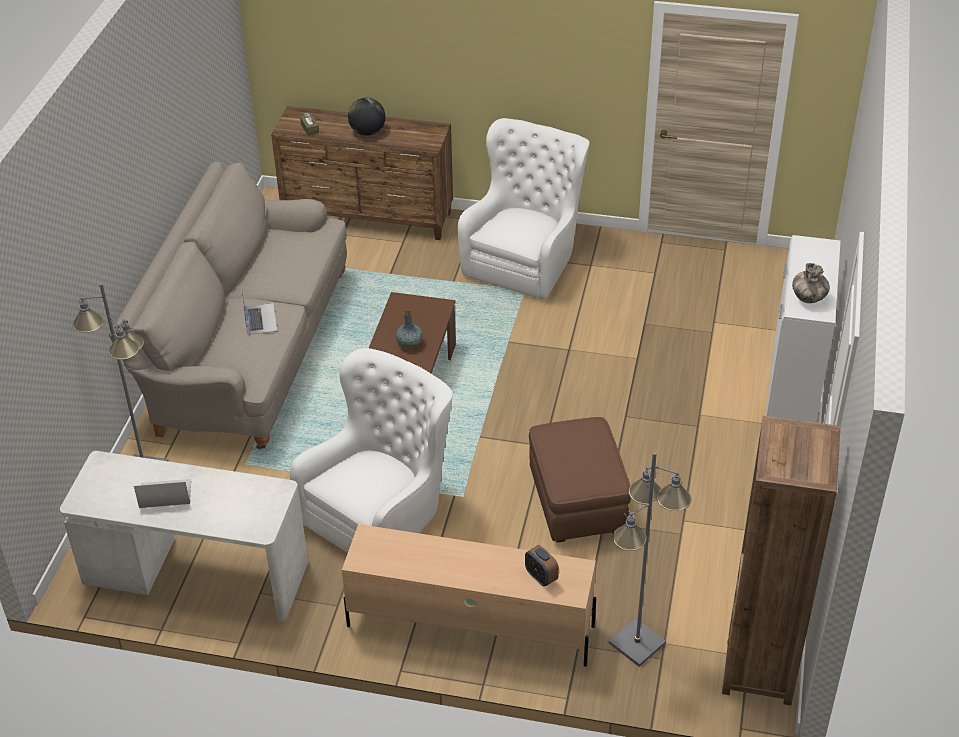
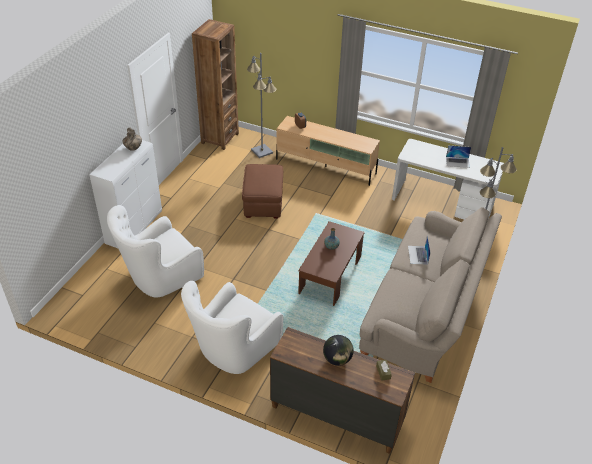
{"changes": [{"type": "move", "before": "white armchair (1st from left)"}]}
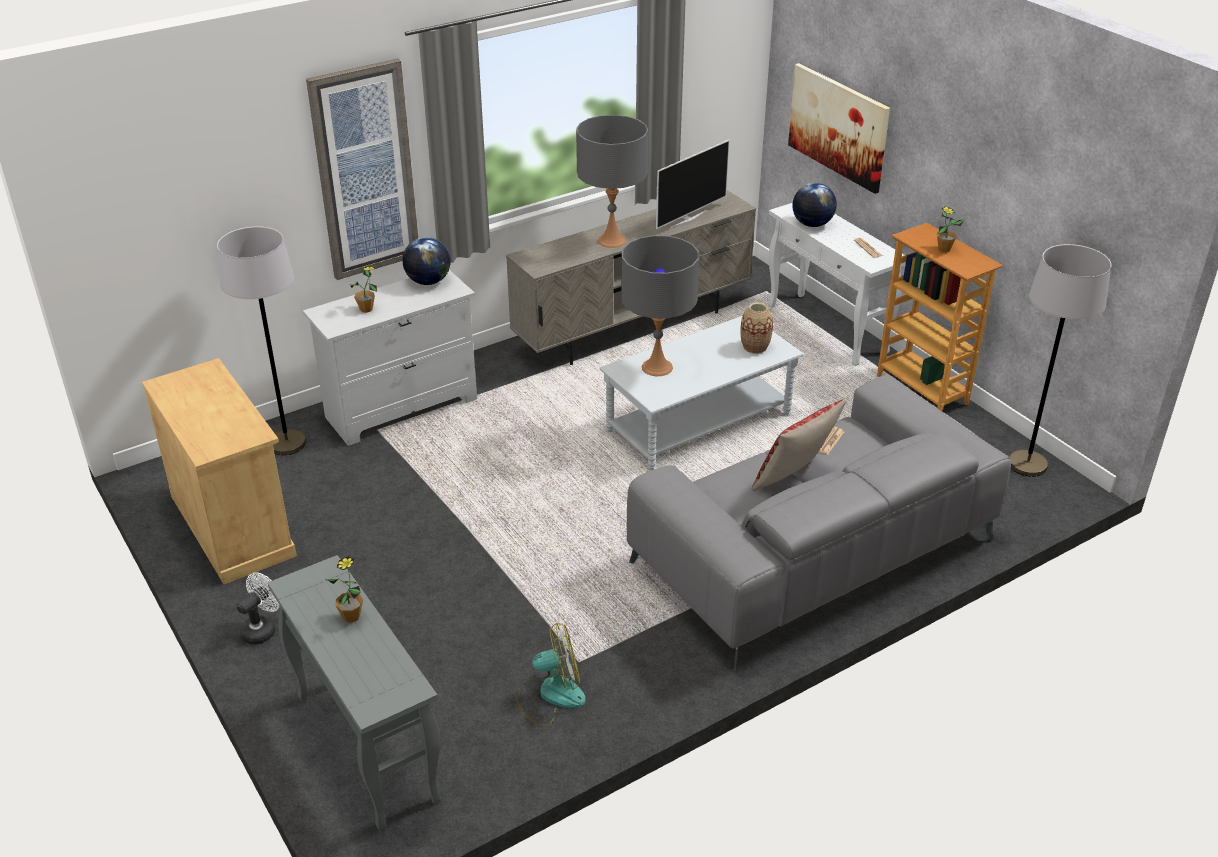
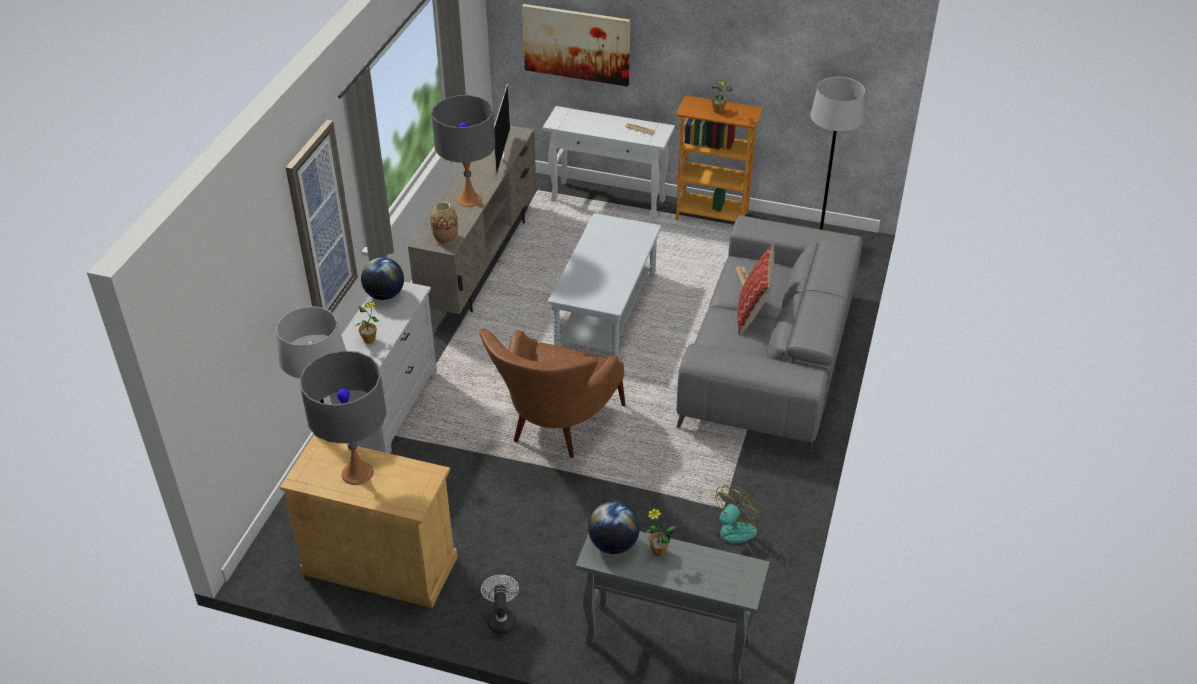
{"changes": [{"type": "move", "before": "grey table lamp (2nd from left in the first image)", "after": "grey table lamp (1st from left)"}, {"type": "move", "before": "vase"}, {"type": "move", "before": "globe (2nd from left)"}, {"type": "insert", "after": "brown armchair"}]}
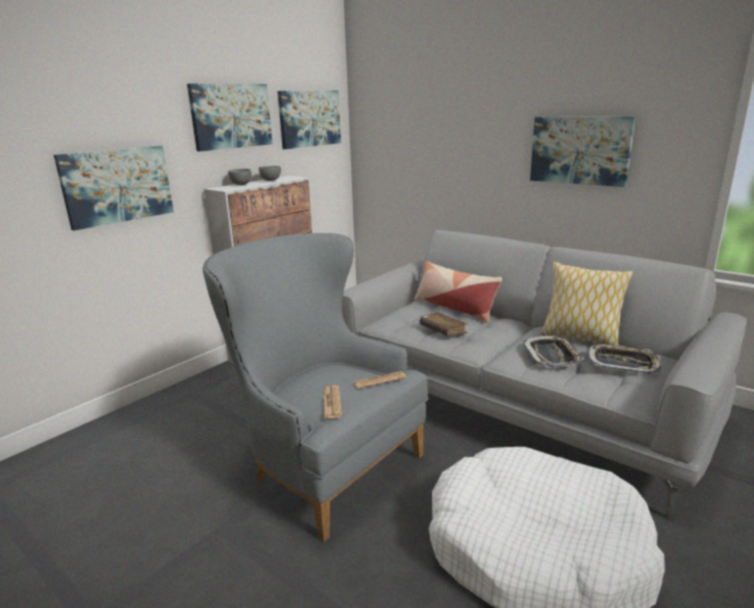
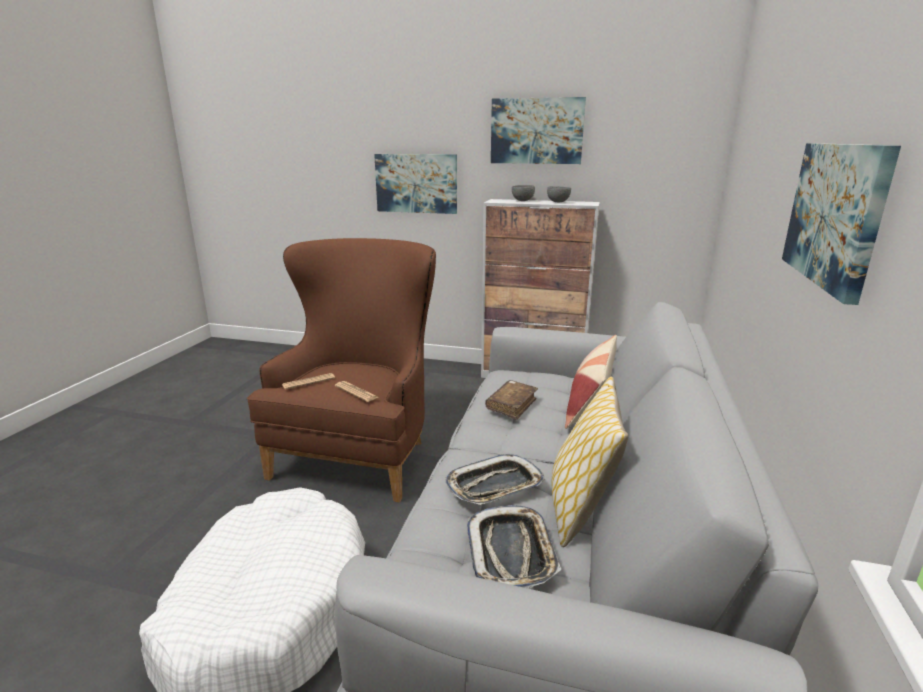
{"changes": [{"type": "recolor", "before": "grey armchair", "after": "brown armchair"}, {"type": "delete", "before": "picture (3rd from left)"}]}
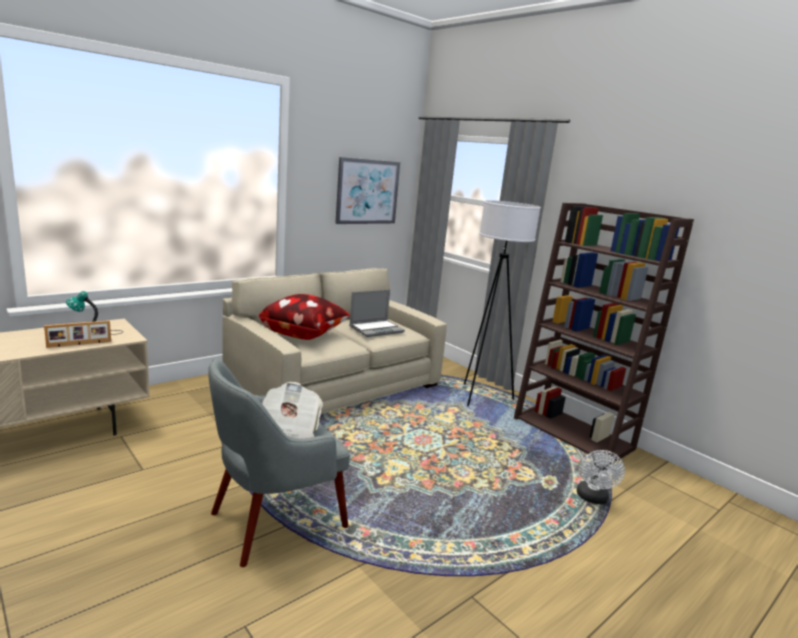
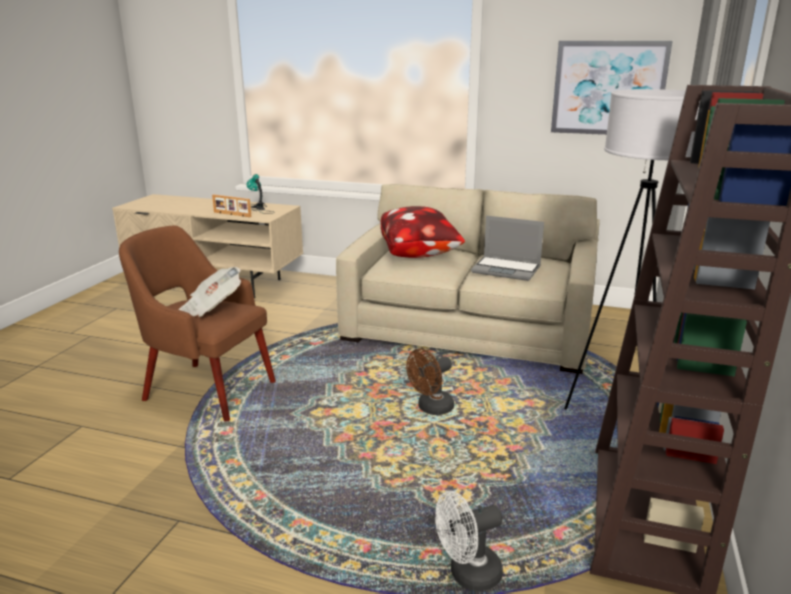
{"changes": [{"type": "recolor", "before": "grey armchair", "after": "brown armchair"}, {"type": "insert", "after": "brown fan"}]}
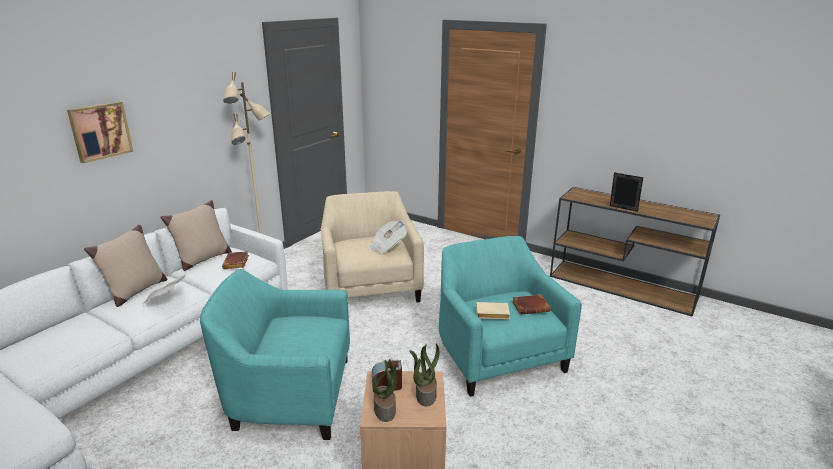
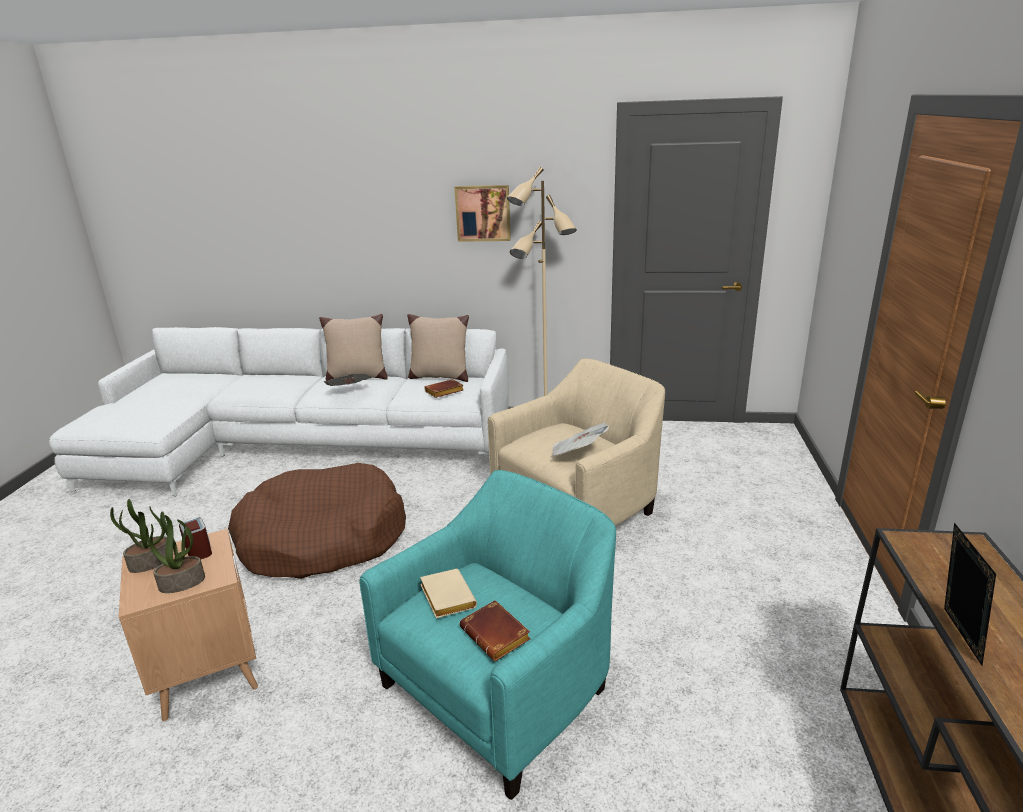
{"changes": [{"type": "move", "before": "picture"}, {"type": "replace", "before": "turquoise armchair (1st from left)", "after": "brown dog bed"}]}
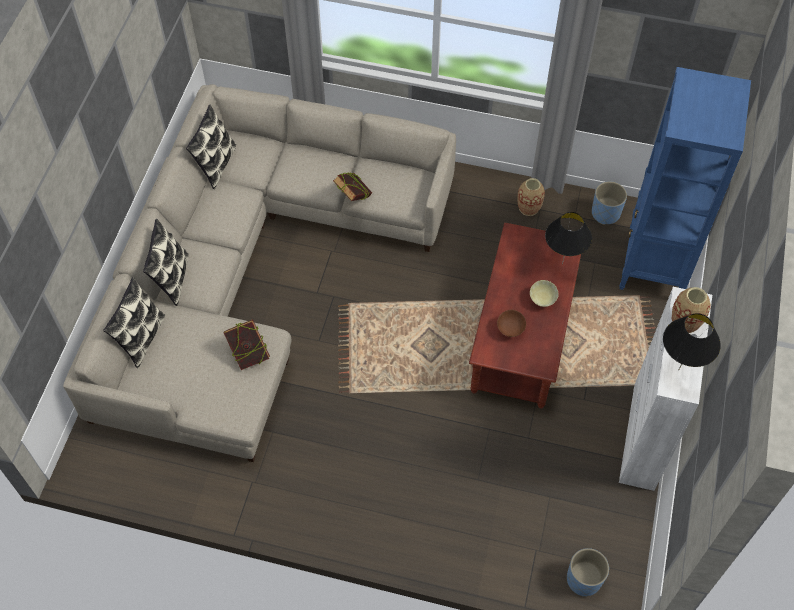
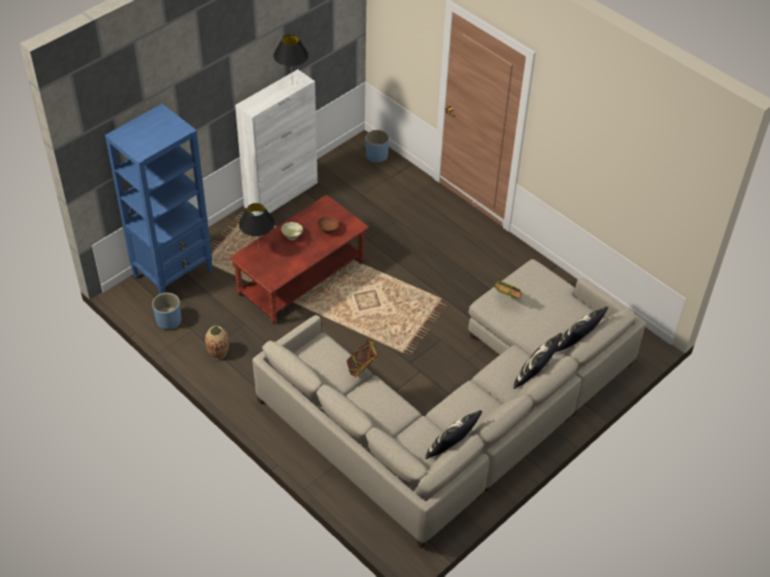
{"changes": [{"type": "delete", "before": "vase (2nd from left)"}]}
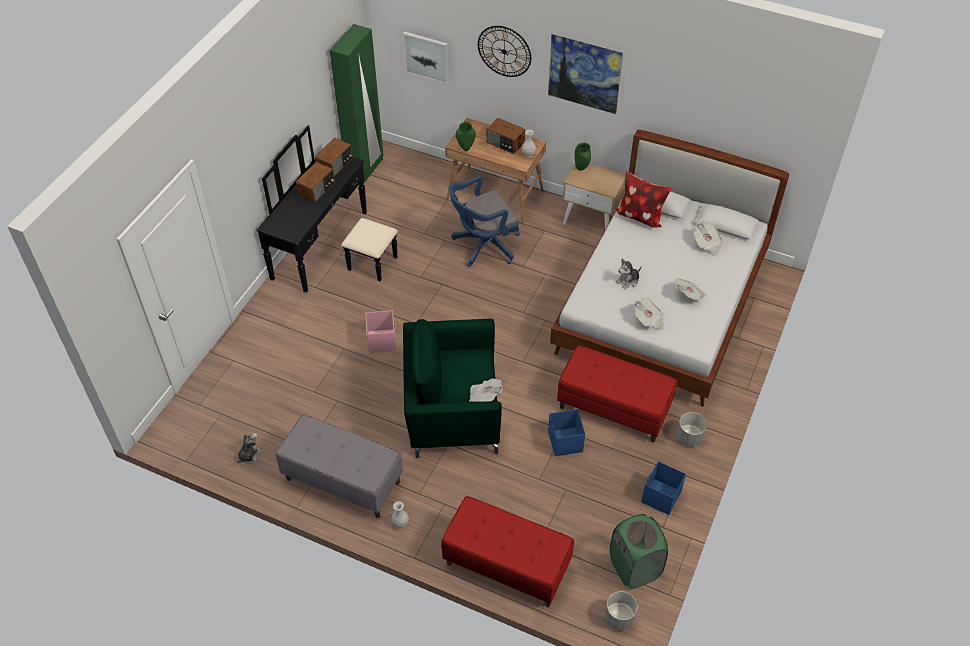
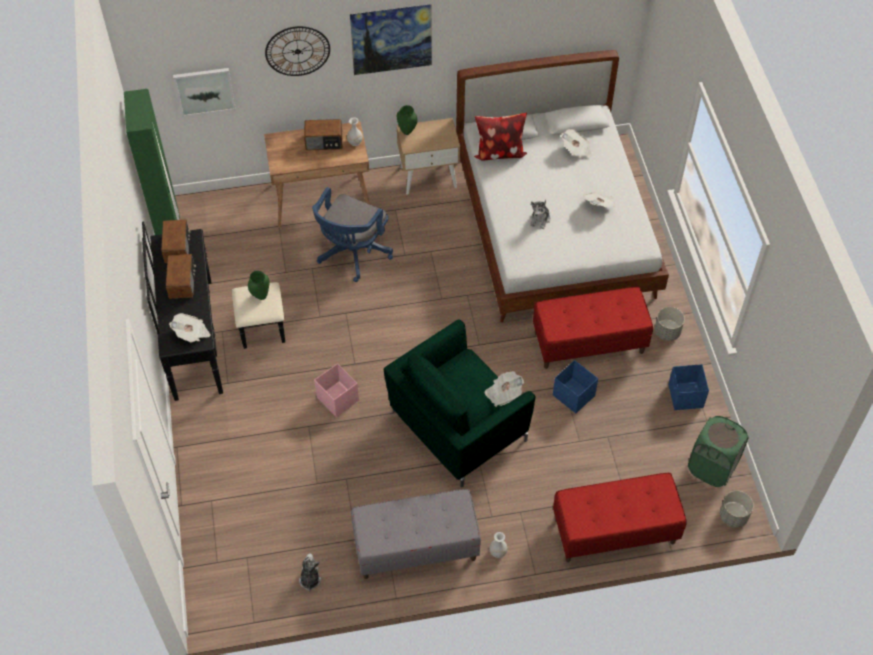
{"changes": [{"type": "move", "before": "green vase (1st from left)"}, {"type": "move", "before": "newspaper (2nd from left in the first image)", "after": "newspaper (1st from left)"}]}
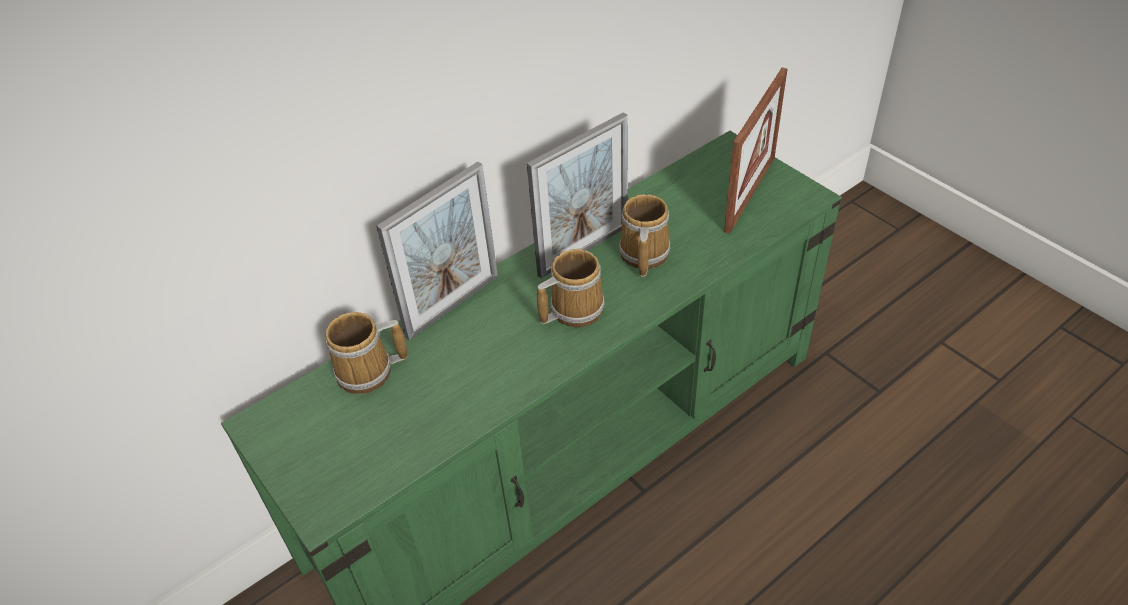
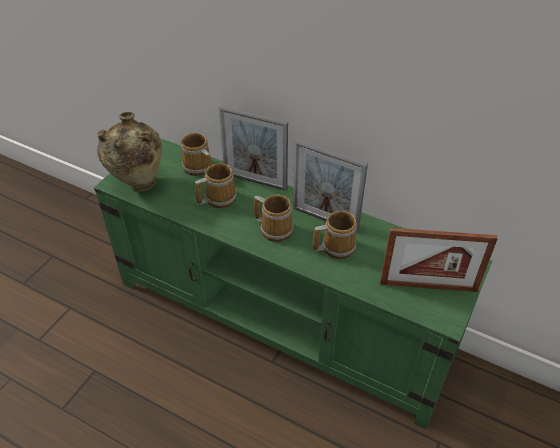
{"changes": [{"type": "insert", "after": "beige vase"}, {"type": "insert", "after": "mug (2nd from left)"}]}
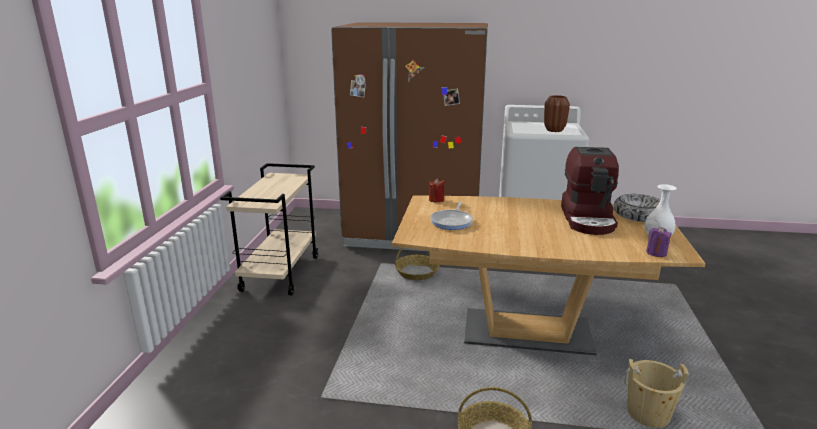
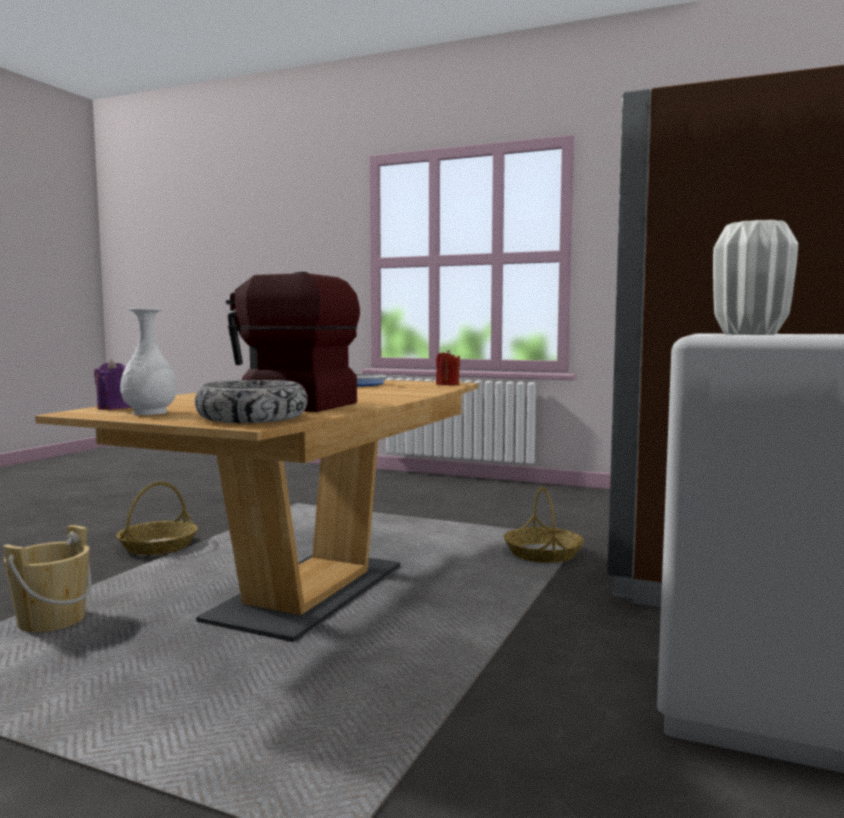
{"changes": [{"type": "delete", "before": "beige cart"}, {"type": "recolor", "before": "brown vase", "after": "white vase (2nd from left)"}]}
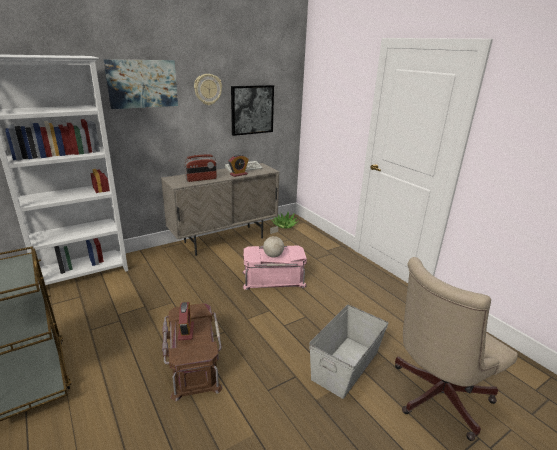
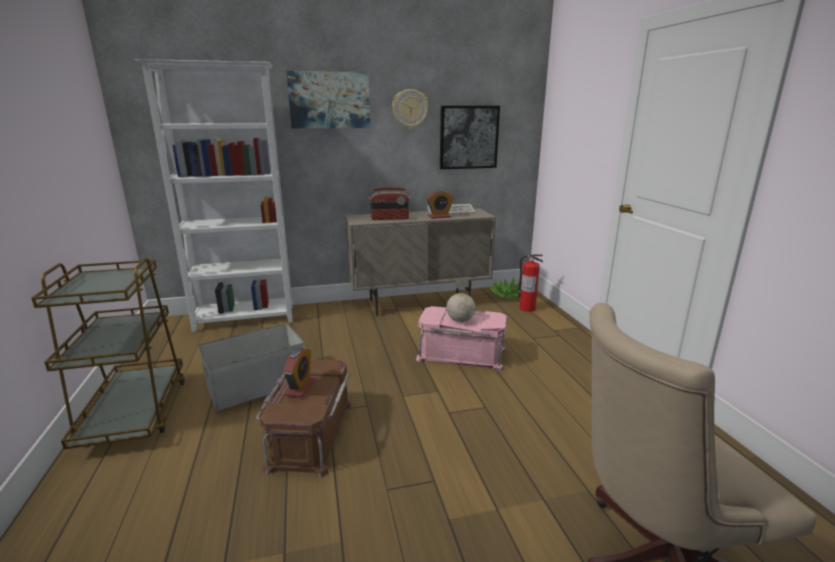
{"changes": [{"type": "move", "before": "grey storage box"}, {"type": "insert", "after": "fire extinguisher"}]}
